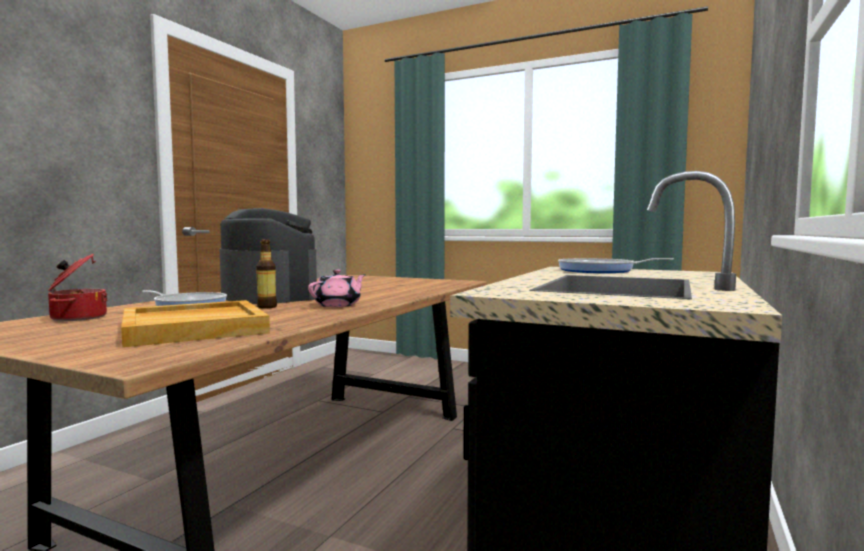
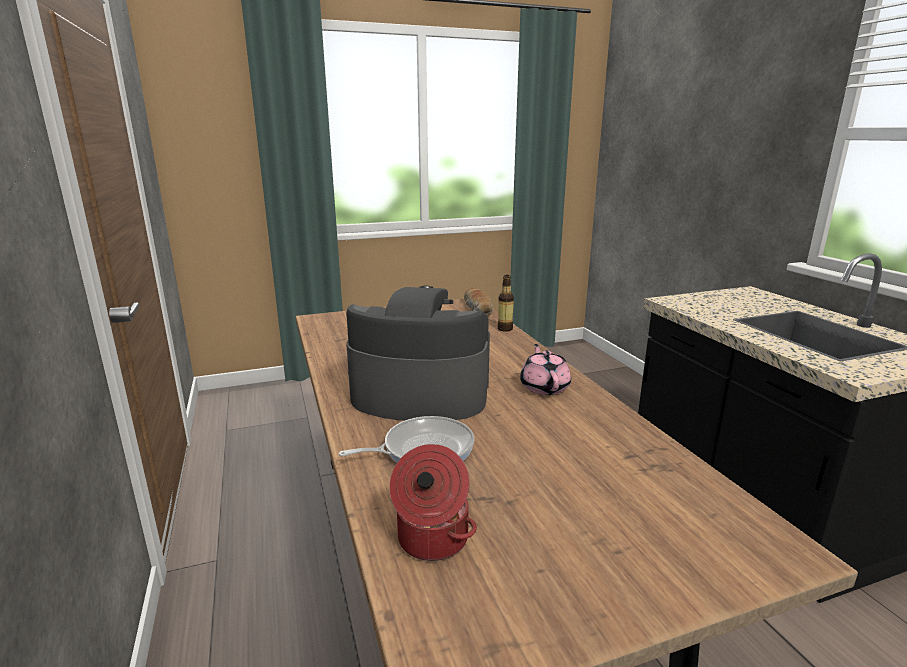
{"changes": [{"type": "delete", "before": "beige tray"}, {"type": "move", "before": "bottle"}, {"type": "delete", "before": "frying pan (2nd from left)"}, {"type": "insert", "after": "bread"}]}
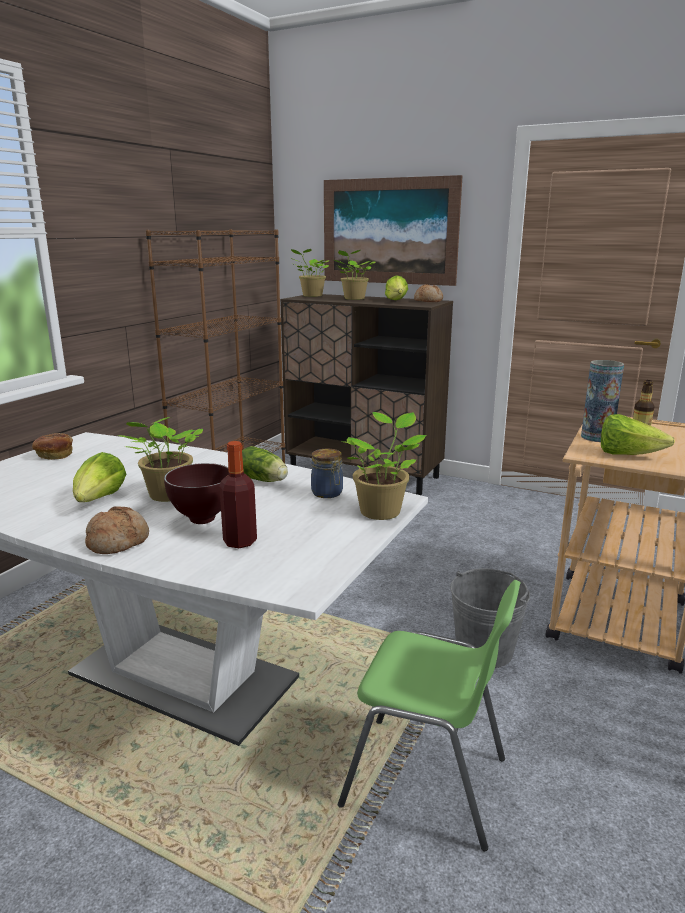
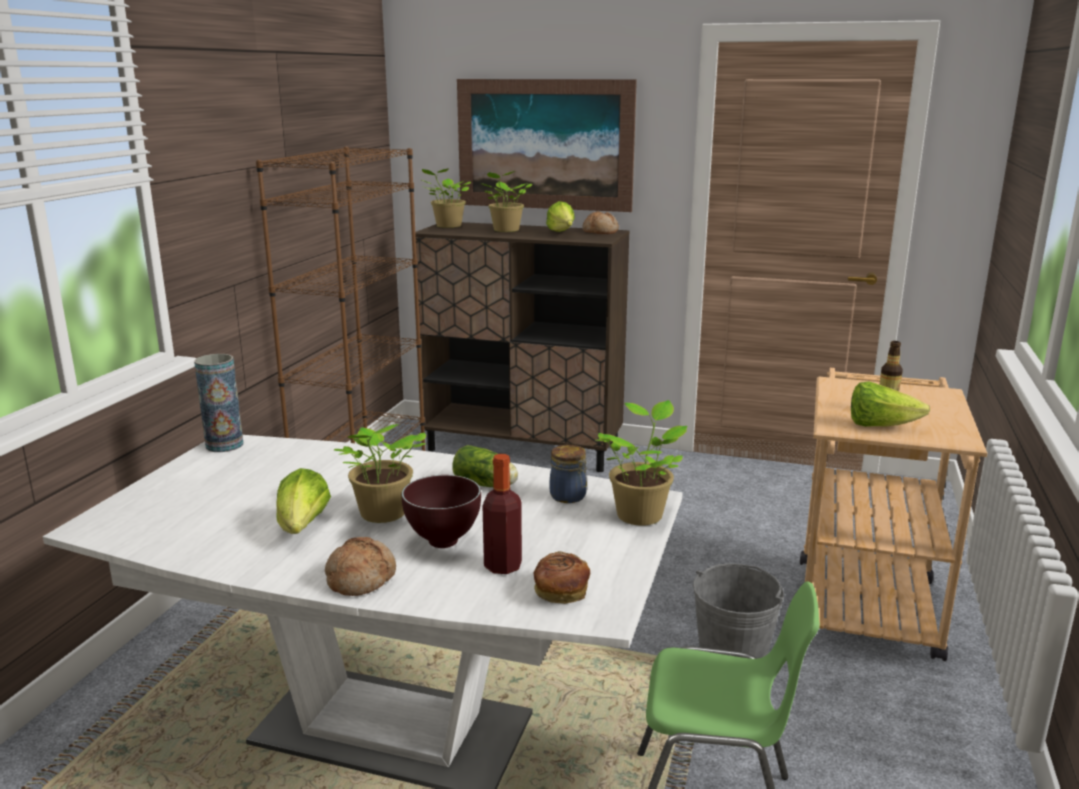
{"changes": [{"type": "move", "before": "bread (1st from left in the first image)", "after": "bread (2nd from left)"}, {"type": "move", "before": "vase"}]}
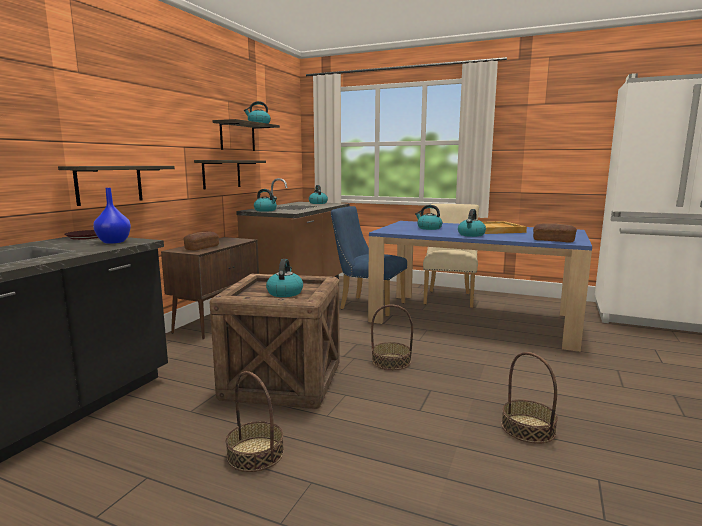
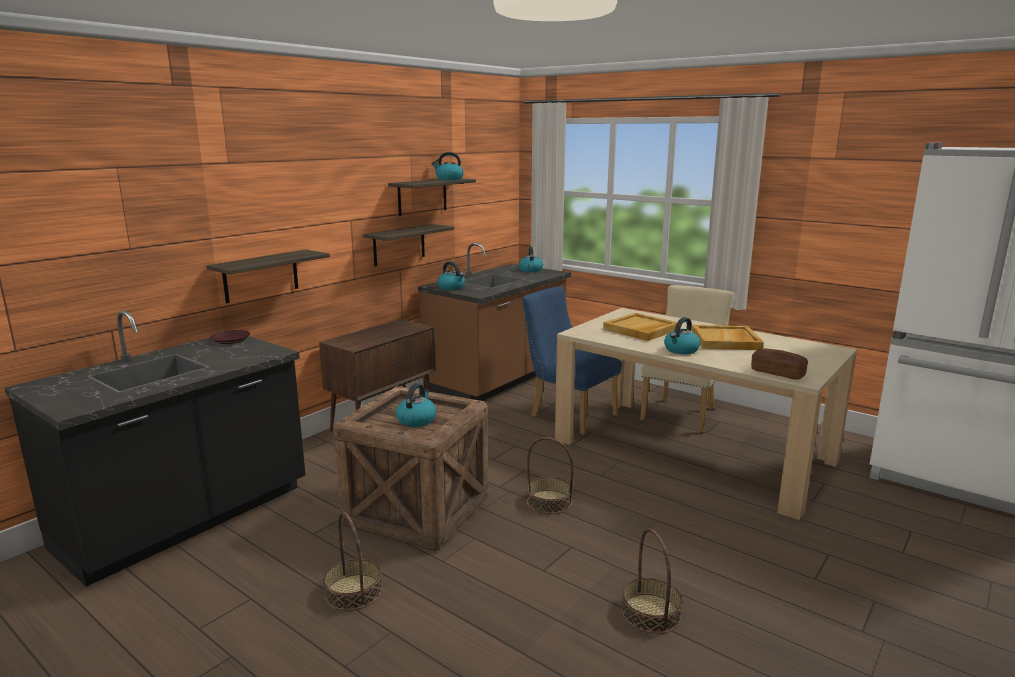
{"changes": [{"type": "delete", "before": "blue vase"}, {"type": "delete", "before": "bread (1st from left)"}, {"type": "recolor", "before": "blue dining table", "after": "beige dining table"}, {"type": "replace", "before": "kettle (5th from left)", "after": "beige tray (1st from left)"}]}
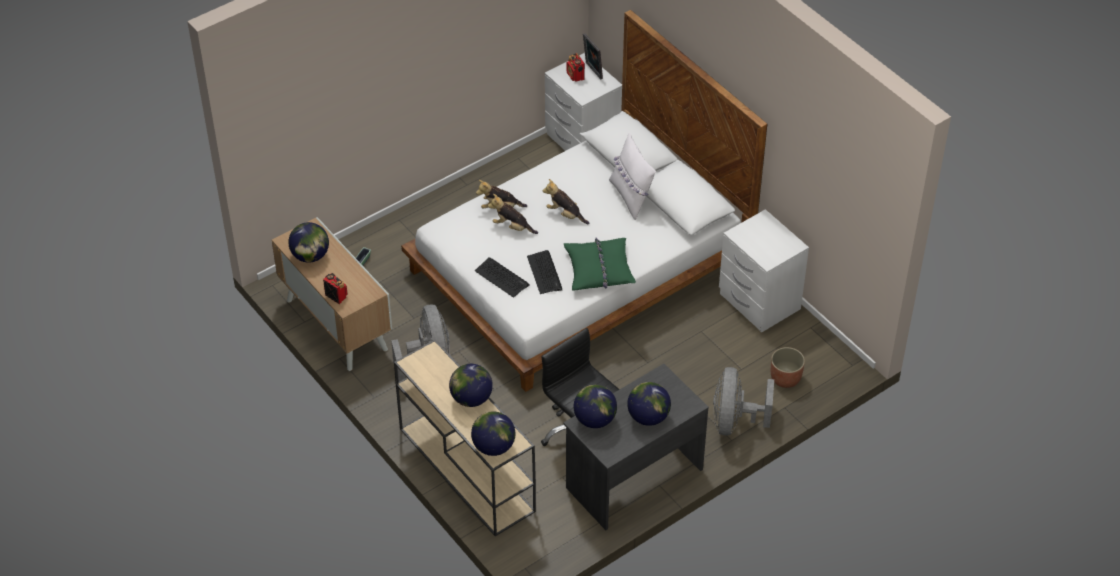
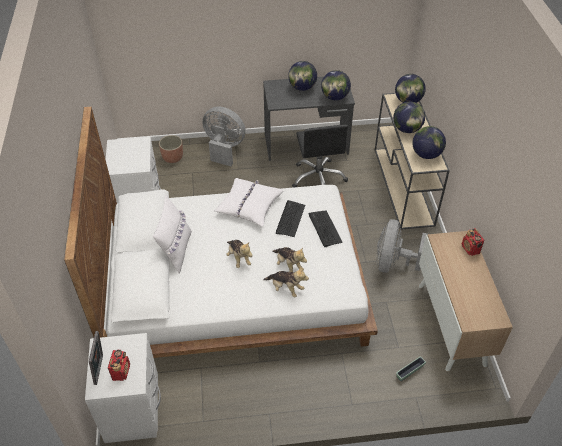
{"changes": [{"type": "move", "before": "globe (1st from left in the first image)", "after": "globe (5th from left)"}, {"type": "recolor", "before": "green pillow", "after": "white pillow (2nd from left)"}, {"type": "rotate", "before": "grey fan (2nd from left in the first image)", "turn": -105}]}
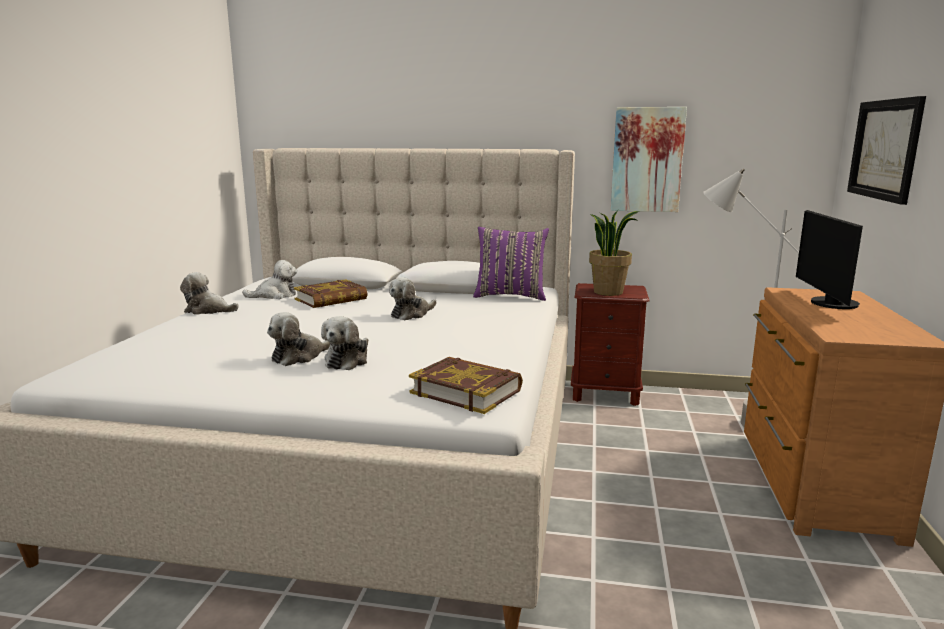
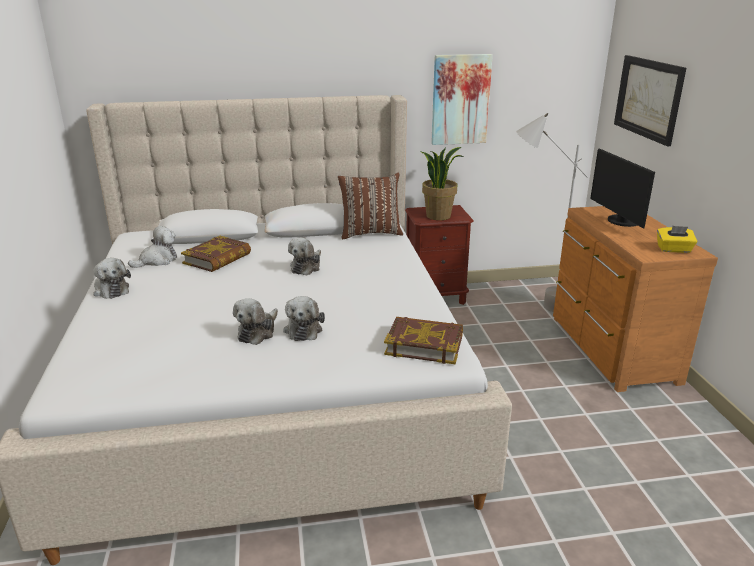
{"changes": [{"type": "rotate", "before": "plush toy (1st from left)", "turn": -120}, {"type": "recolor", "before": "purple pillow", "after": "brown pillow"}, {"type": "insert", "after": "yellow tissue box"}]}
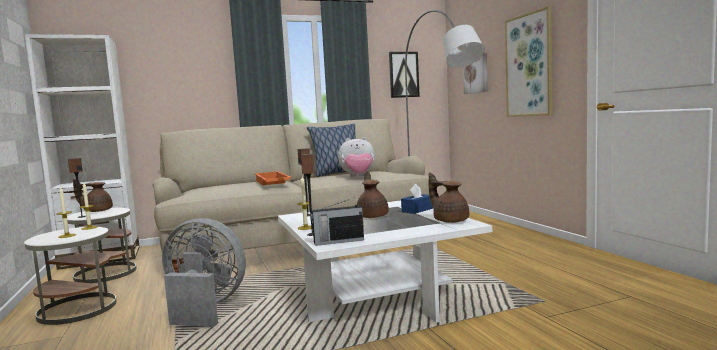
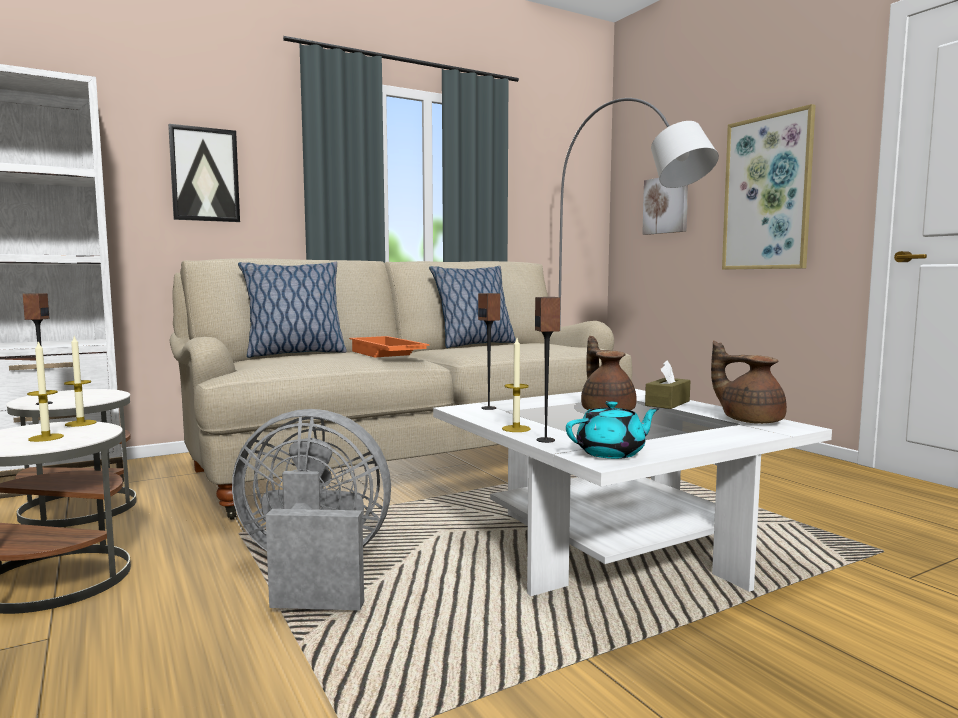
{"changes": [{"type": "delete", "before": "brown teapot (1st from left)"}, {"type": "replace", "before": "radio", "after": "turquoise teapot"}, {"type": "delete", "before": "plush toy"}, {"type": "move", "before": "picture (1st from left)"}, {"type": "recolor", "before": "blue tissue box", "after": "brown tissue box"}, {"type": "insert", "after": "pillow (1st from left)"}]}
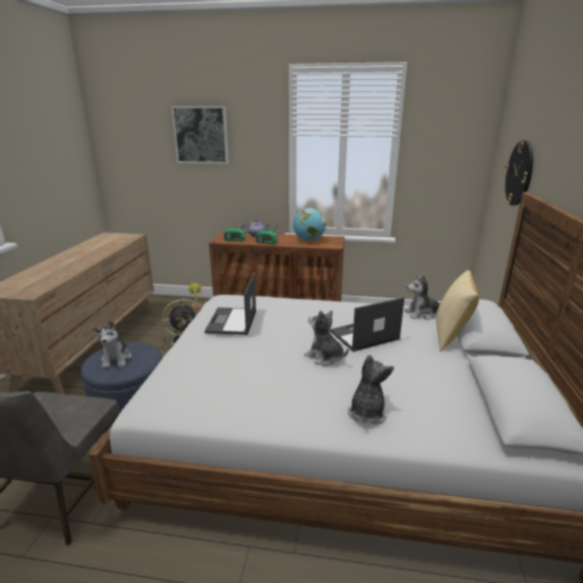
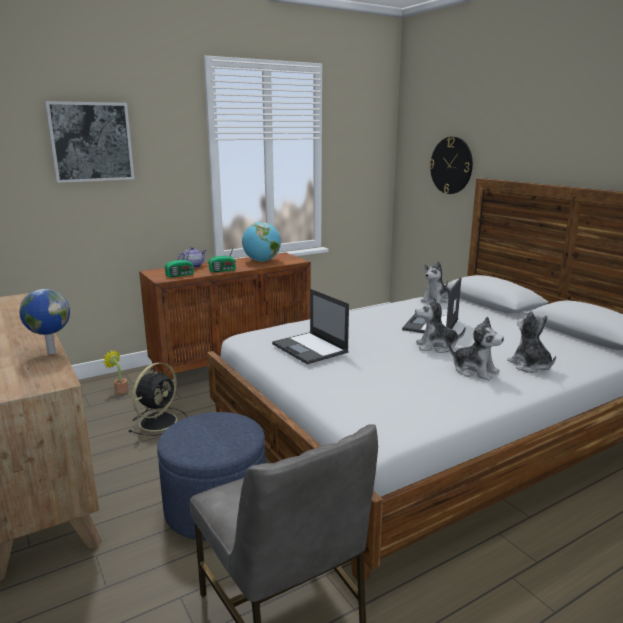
{"changes": [{"type": "move", "before": "plush toy (1st from left in the first image)", "after": "plush toy (3rd from left)"}, {"type": "delete", "before": "pillow"}, {"type": "insert", "after": "globe (1st from left)"}]}
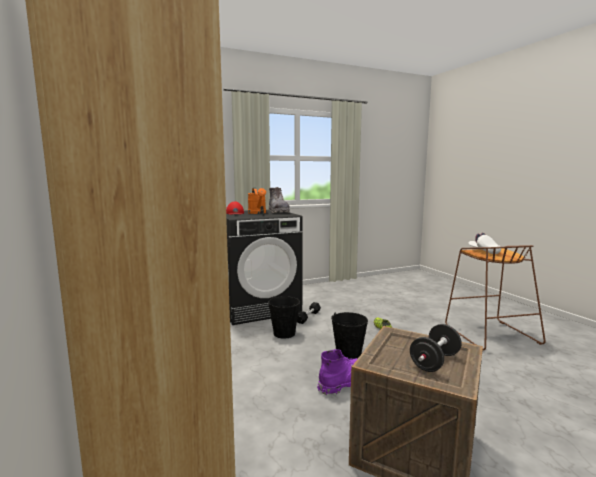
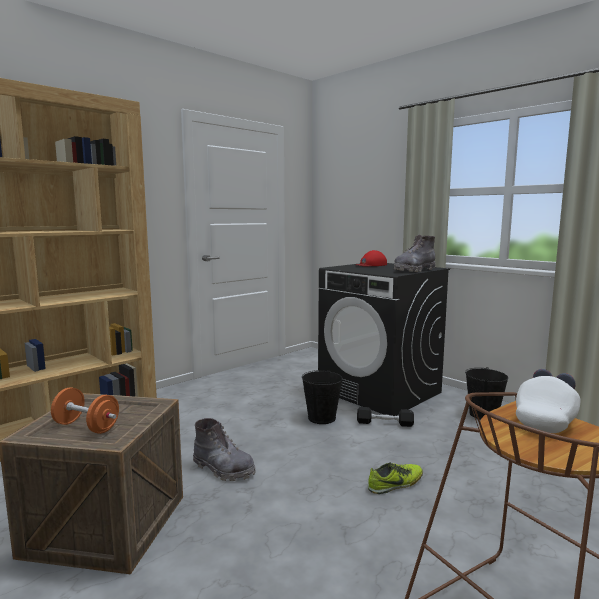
{"changes": [{"type": "delete", "before": "orange watering can"}, {"type": "recolor", "before": "purple boot", "after": "grey boot (1st from left)"}, {"type": "move", "before": "black bucket (2nd from left)"}, {"type": "recolor", "before": "black dumbbell (2nd from left)", "after": "orange dumbbell"}]}
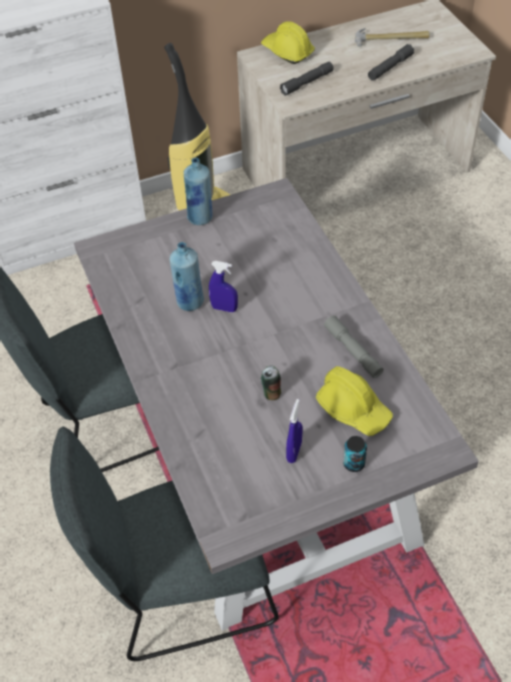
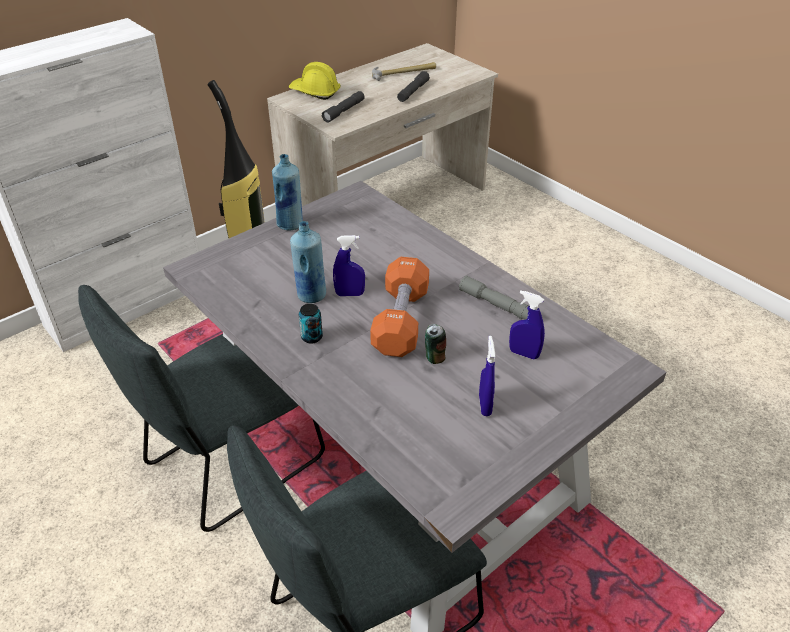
{"changes": [{"type": "replace", "before": "yellow hard hat (2nd from left)", "after": "blue spray bottle (3rd from left)"}, {"type": "move", "before": "can (2nd from left in the first image)", "after": "can (1st from left)"}, {"type": "insert", "after": "orange dumbbell"}]}
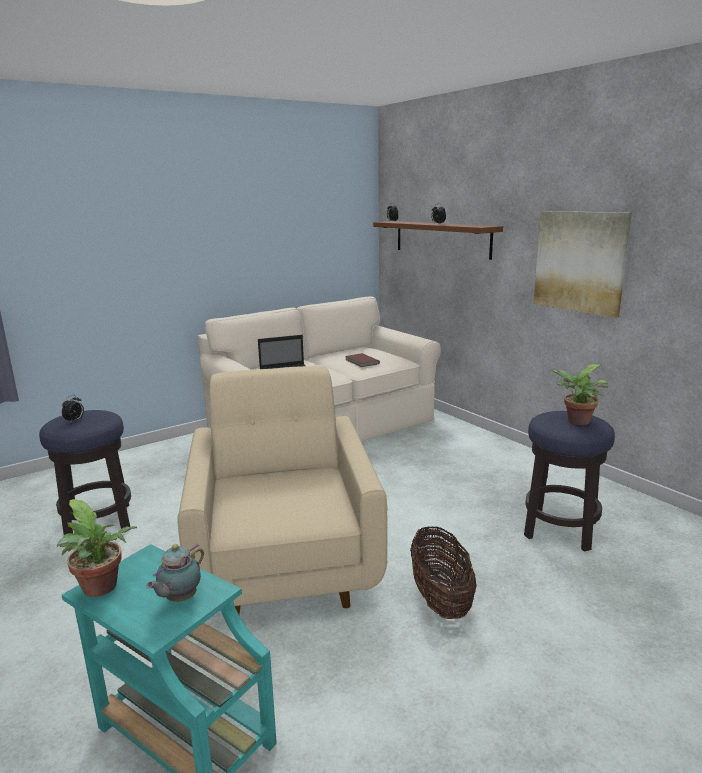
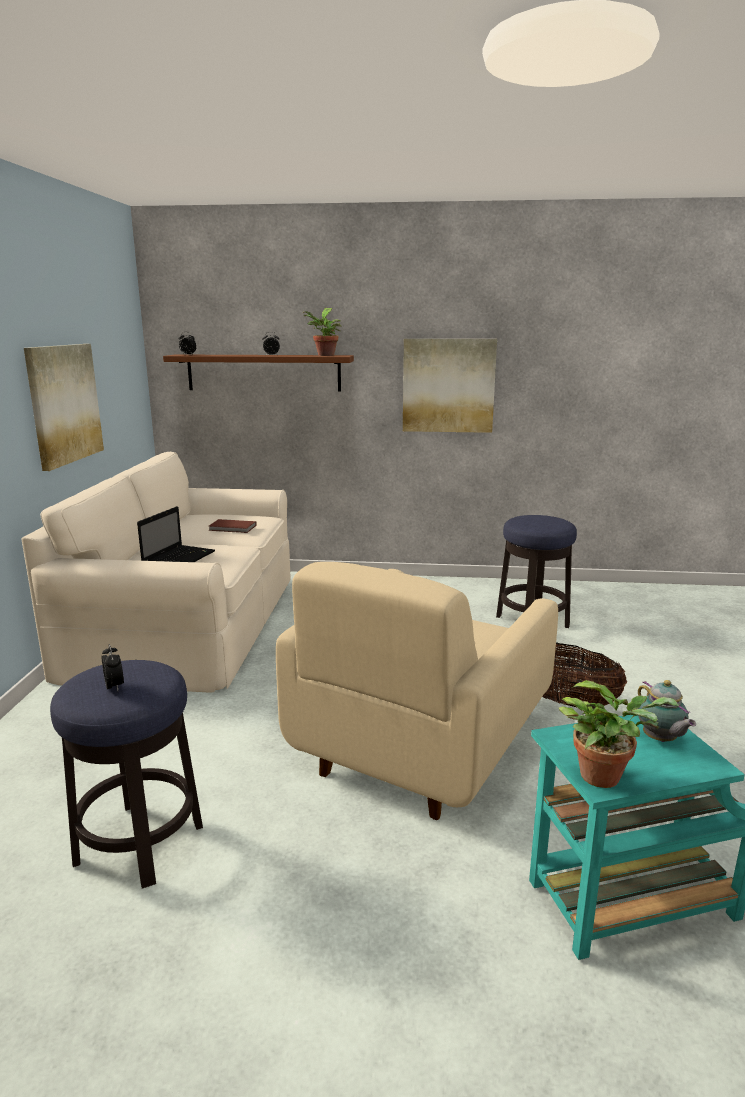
{"changes": [{"type": "rotate", "before": "beige armchair", "turn": -90}, {"type": "move", "before": "potted plant (2nd from left in the first image)", "after": "potted plant (1st from left)"}, {"type": "insert", "after": "picture (1st from left)"}]}
